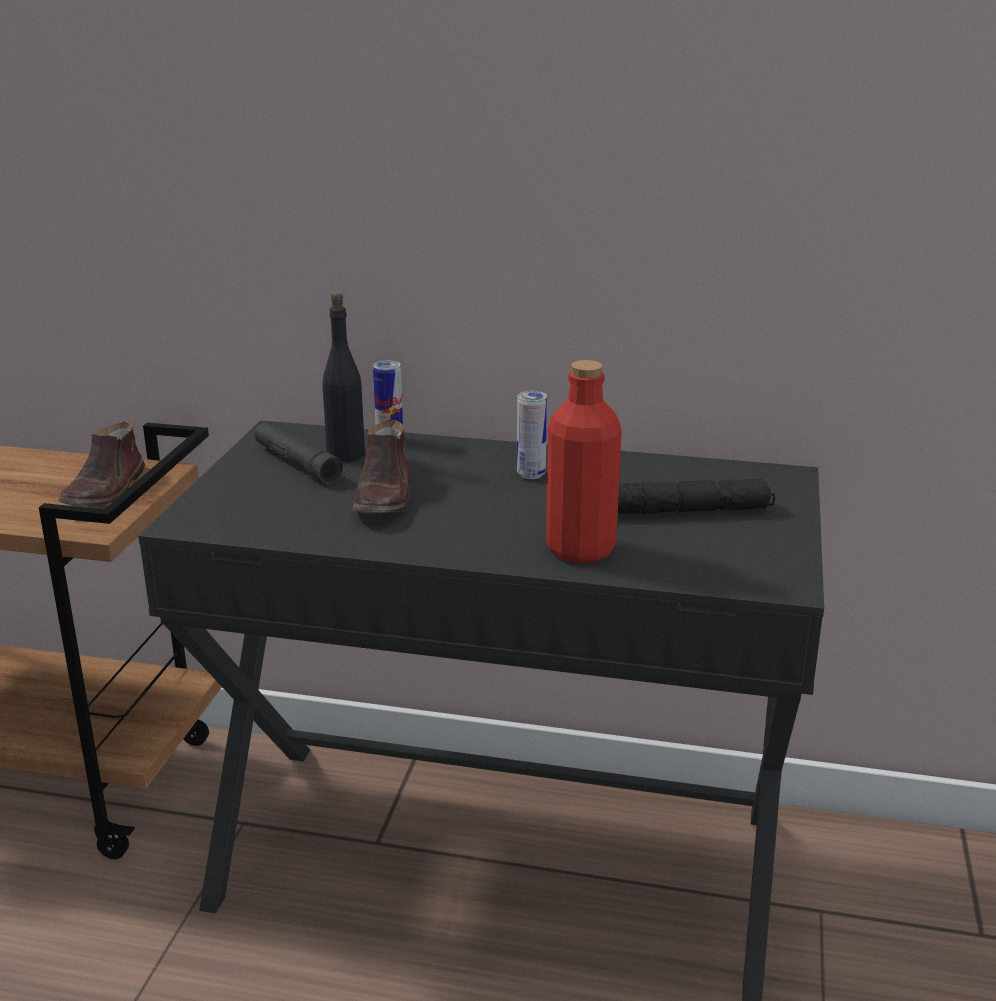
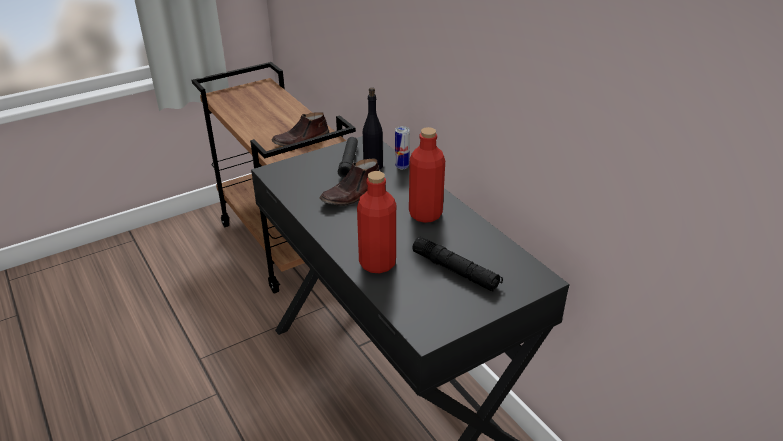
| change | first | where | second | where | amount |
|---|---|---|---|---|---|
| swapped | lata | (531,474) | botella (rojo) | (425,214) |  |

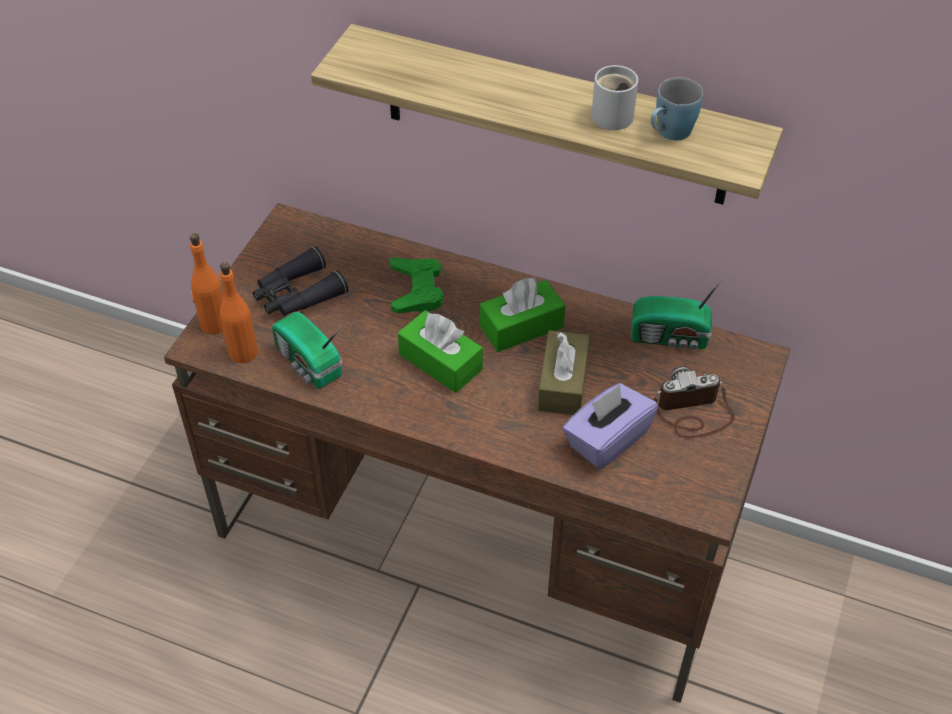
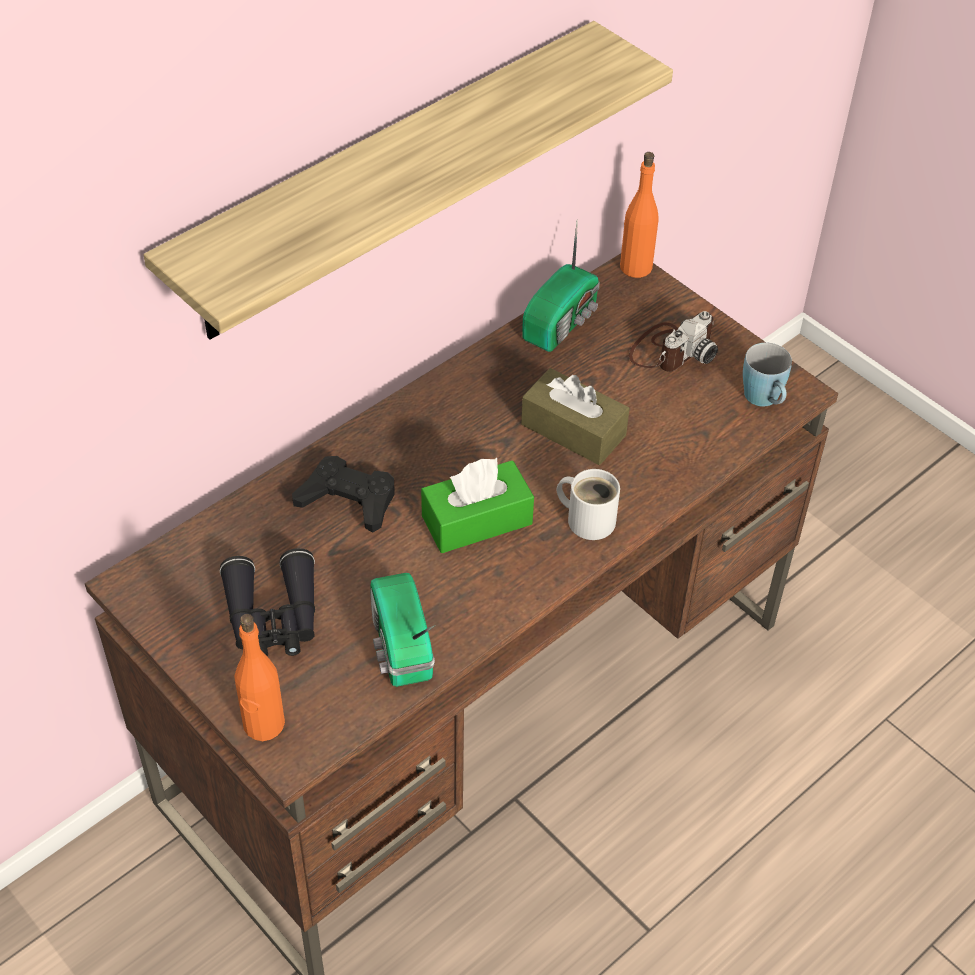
| change | first | where | second | where | amount |
|---|---|---|---|---|---|
| repainted | mando de consola (verde) | (416,290) | mando de consola (negro) | (348,499) |  |
| rotated | radio | (308,364) |  | (399,646) | 90 degrees clockwise |
| shifted | taza grande (blanco) | (614,114) |  | (588,518) |  |
| shifted | botella (naranja) | (243,352) |  | (635,267) |  |
| rotated | cámara | (692,412) |  | (671,349) | 150 degrees counterclockwise |
| shifted | taza grande (azul) | (669,134) |  | (765,400) |  |
| gone | caja de pañuelos (verde) | (521,326) |  |  |  |
| gone | caja de pañuelos (morado) | (606,440) |  |  |  |

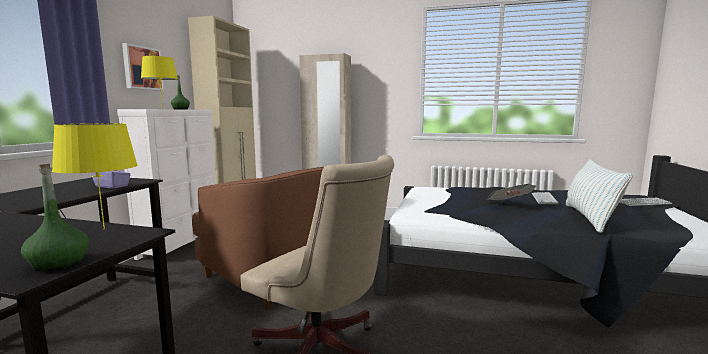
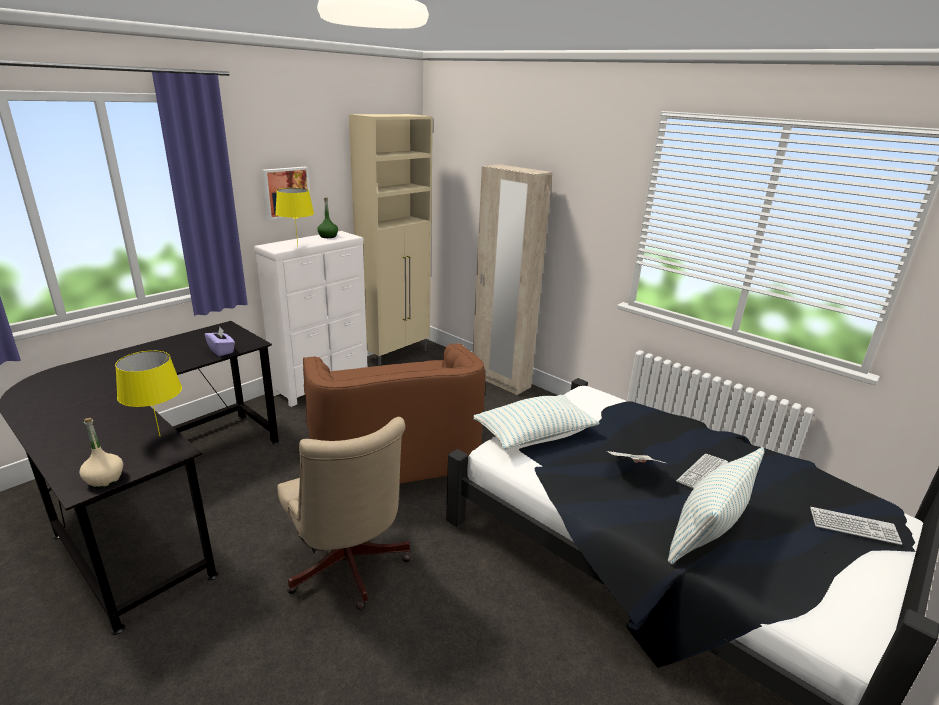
| change | first | where | second | where | amount |
|---|---|---|---|---|---|
| repainted | botella (verde) | (58,263) | botella (beis) | (104,479) |  |
| new |  |  | cojín | (534,434) |  |

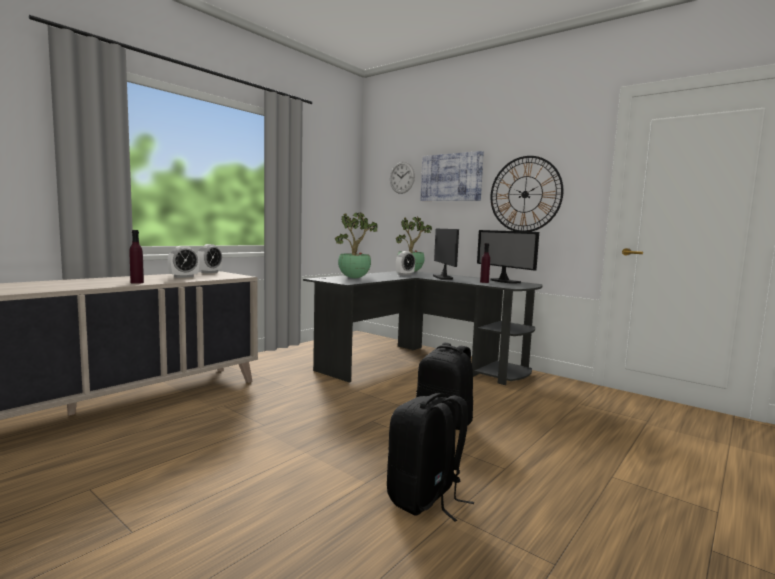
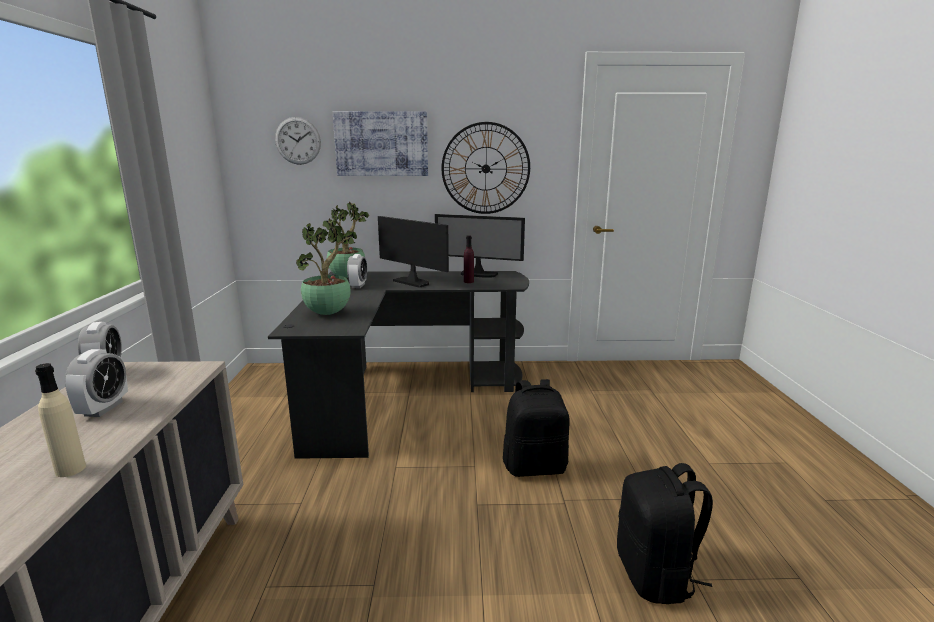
| change | first | where | second | where | amount |
|---|---|---|---|---|---|
| repainted | botella (morado) | (137,282) | botella (beis) | (70,469) |  |

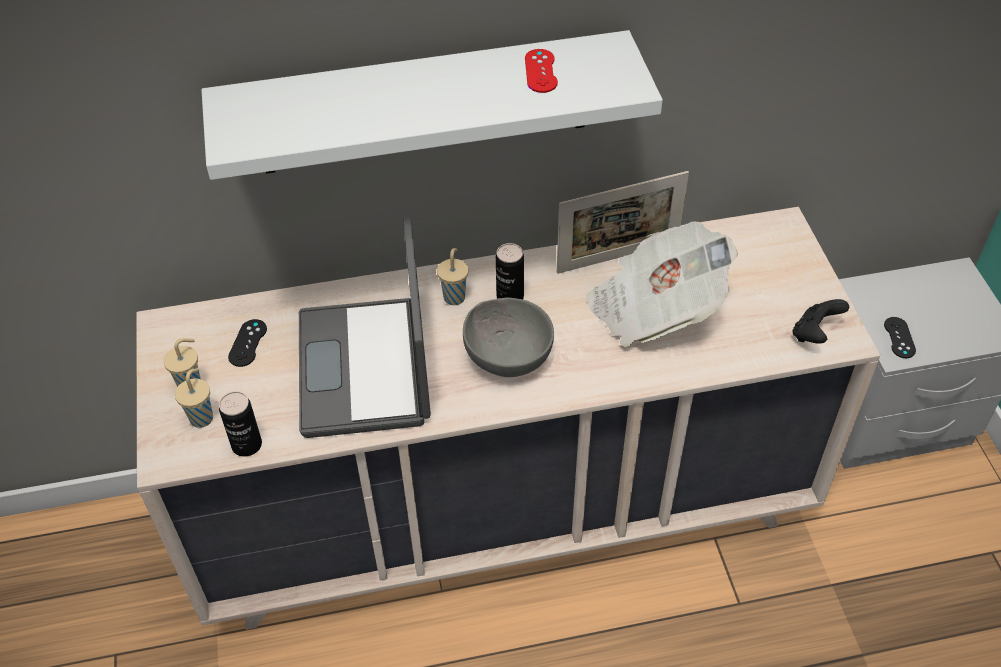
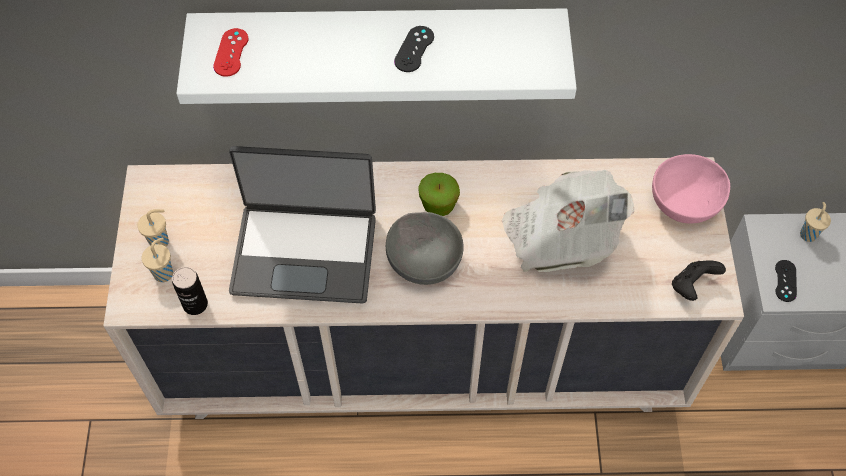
| change | first | where | second | where | amount |
|---|---|---|---|---|---|
| shifted | mando de consola (rojo) | (541,71) |  | (231,52) |  |
| rotated | portátil | (367,368) |  | (305,251) | 90 degrees counterclockwise |
| shifted | mando de consola (negro) | (248,343) |  | (414,49) |  |
| swapped | lata | (510,296) | manzana | (438,204) |  |
| new |  |  | cuenco (rosa) | (686,204) |  |
| shifted | taza (beis) | (454,296) |  | (808,234) |  |
| gone | portarretratos | (618,257) |  |  |  |

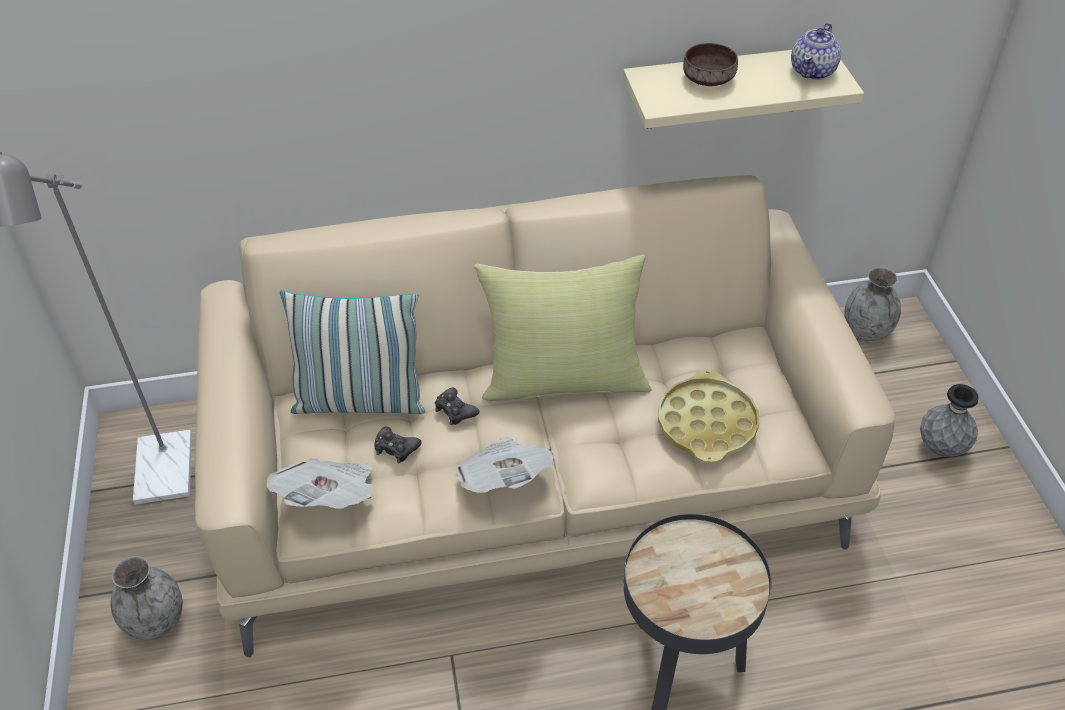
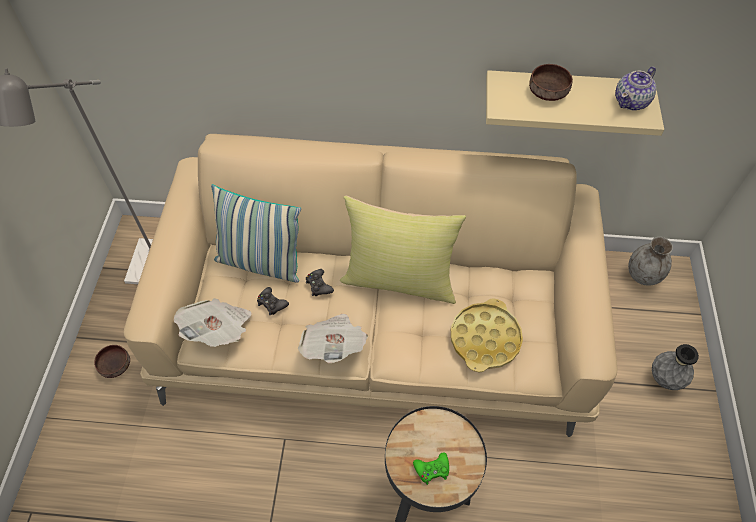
| change | first | where | second | where | amount |
|---|---|---|---|---|---|
| swapped | florero (gris) | (156,621) | cuenco (marrón) | (116,365) |  |
| new |  |  | mando de consola (verde) | (432,469) |  |

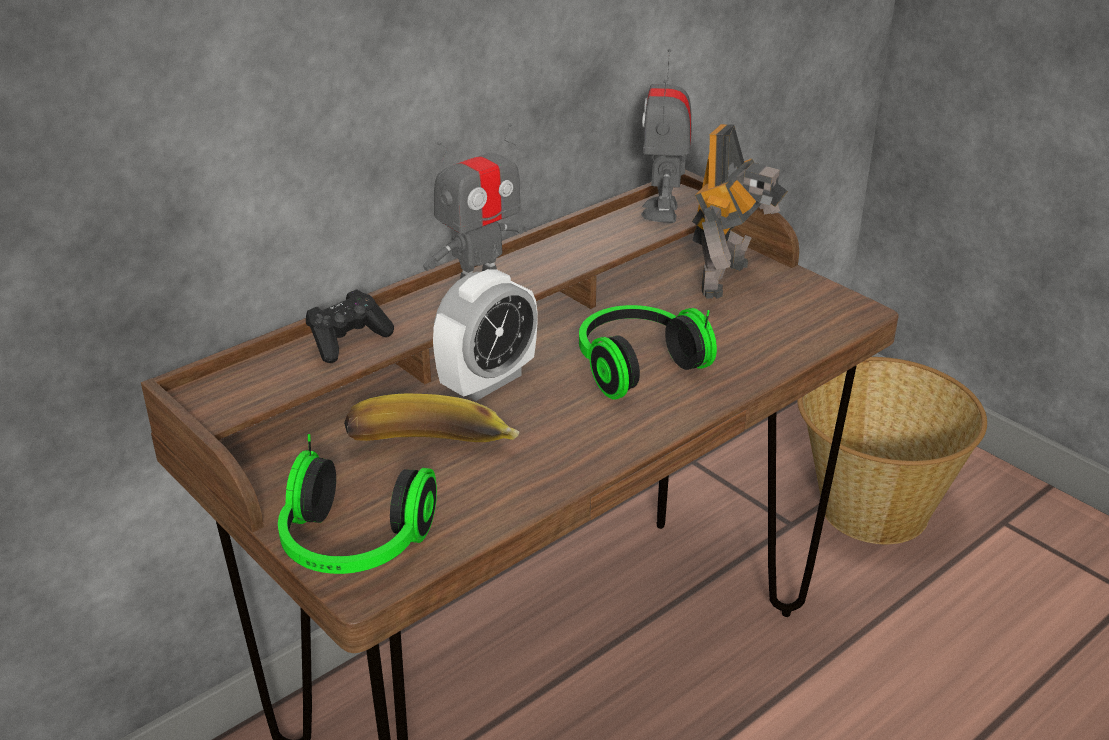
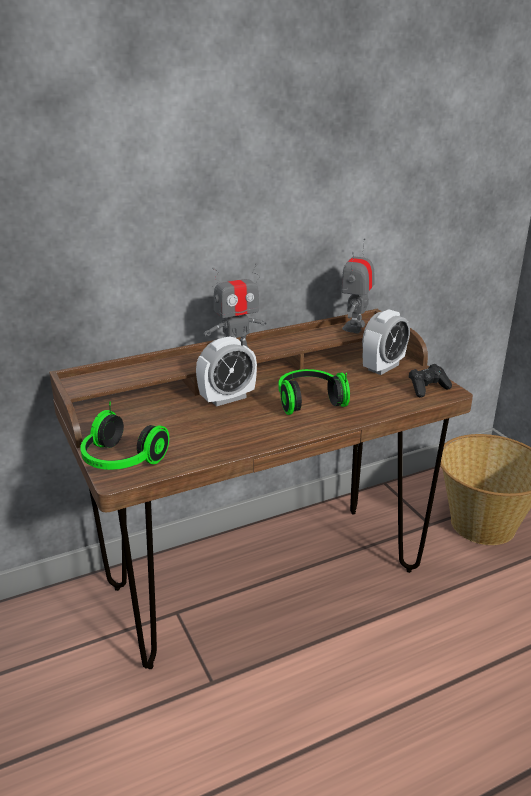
| change | first | where | second | where | amount |
|---|---|---|---|---|---|
| swapped | robot de juguete | (729,279) | despertador | (383,367) |  |
| shifted | mando de consola (negro) | (348,341) |  | (427,388) |  |
| gone | plátano | (430,451) |  |  |  |

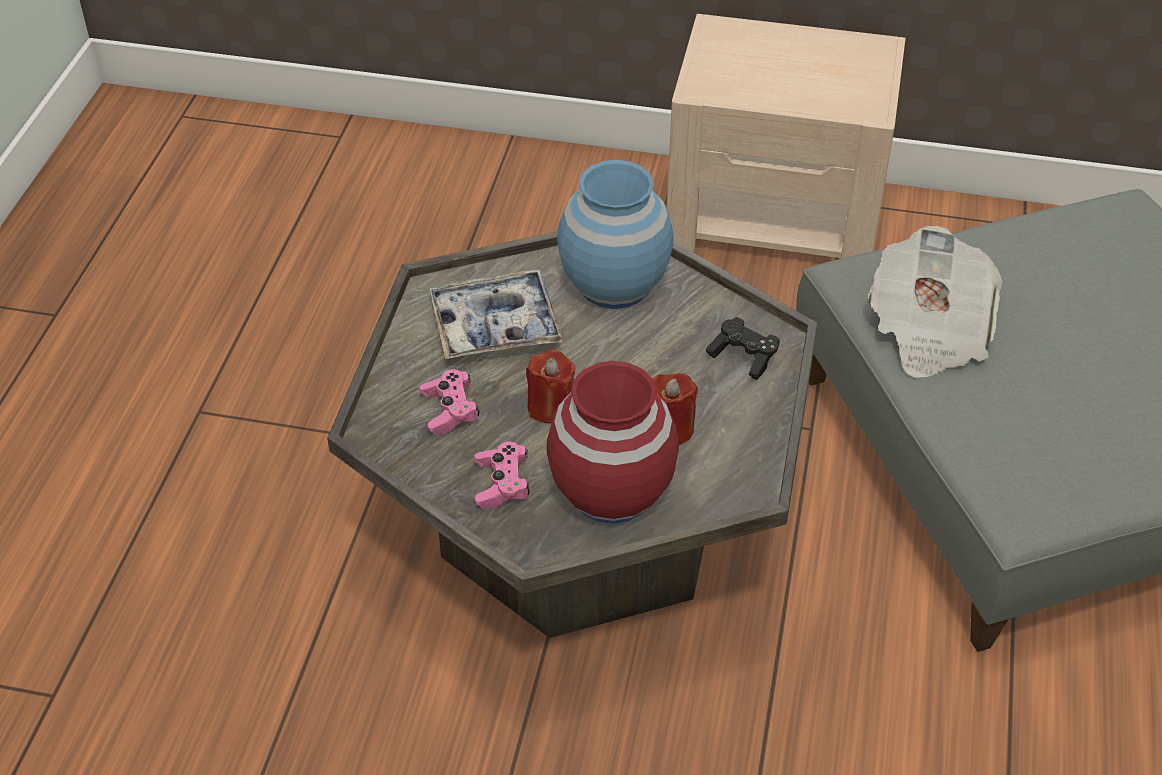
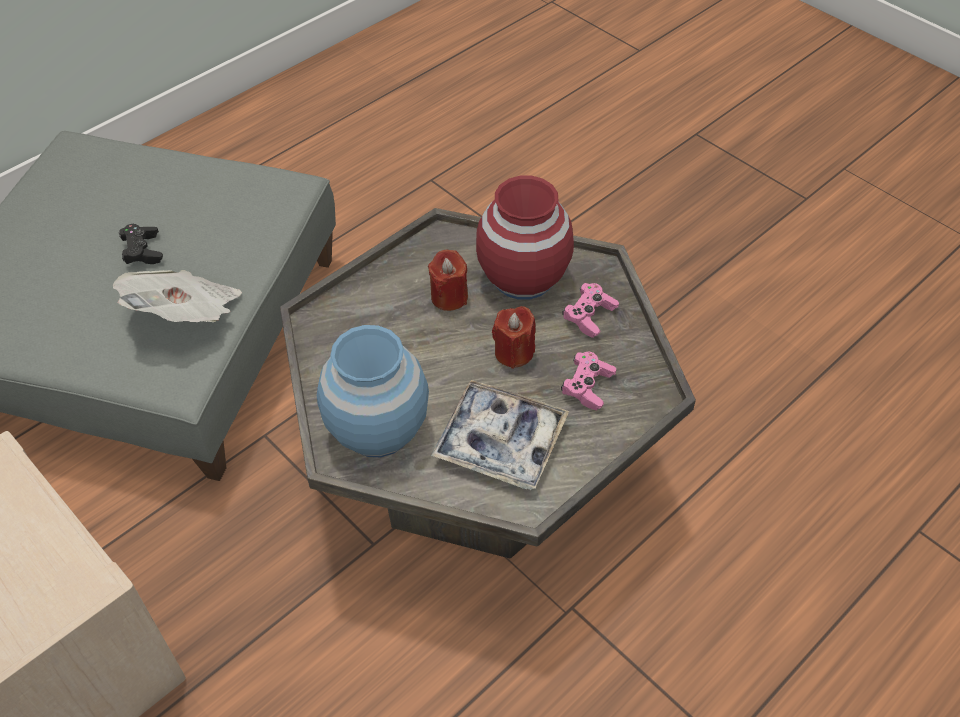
| change | first | where | second | where | amount |
|---|---|---|---|---|---|
| shifted | mando de consola (negro) | (743,357) |  | (143,251) |  |

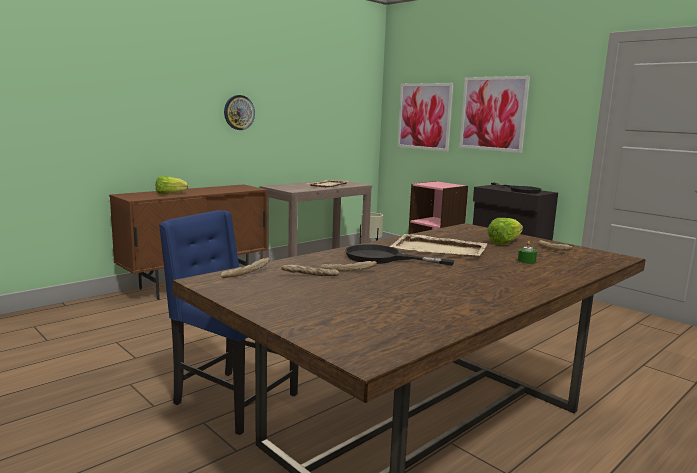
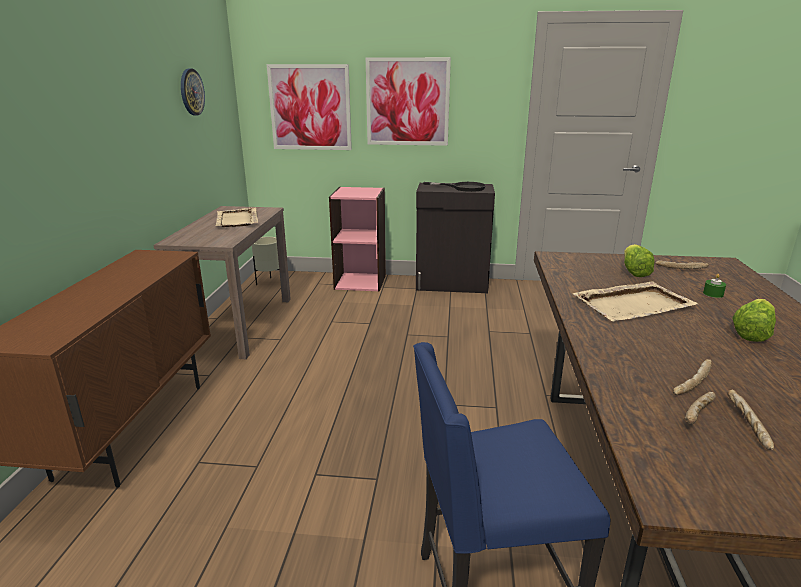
| change | first | where | second | where | amount |
|---|---|---|---|---|---|
| shifted | reloj de pared | (239,112) |  | (191,92) |  |
| shifted | pan | (245,273) |  | (746,425) |  |
| shifted | lechuga | (170,194) |  | (752,333) |  |
| gone | sartén (negro) | (383,258) |  |  |  |

